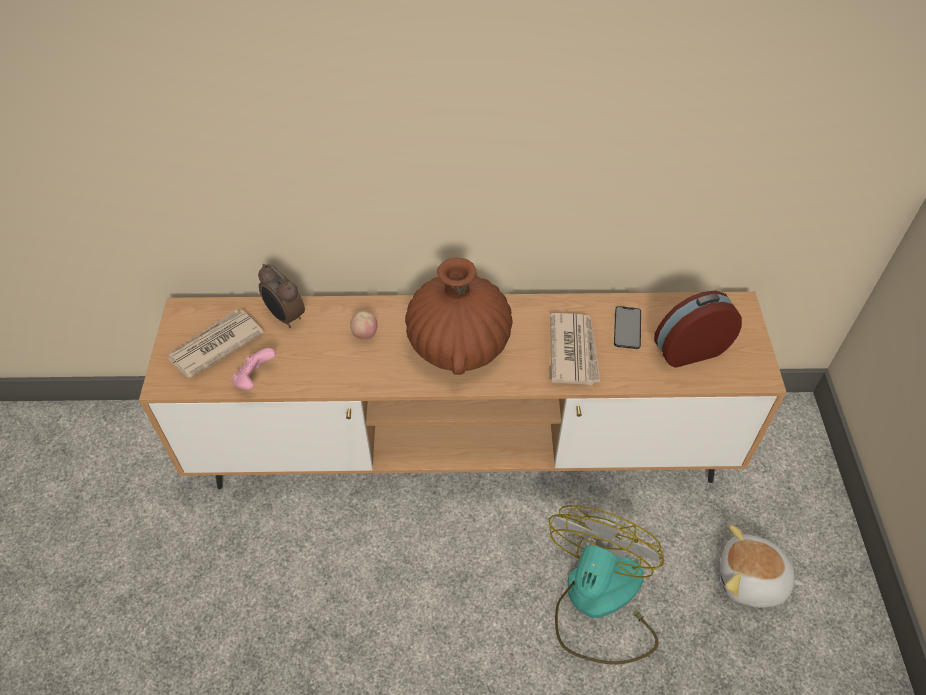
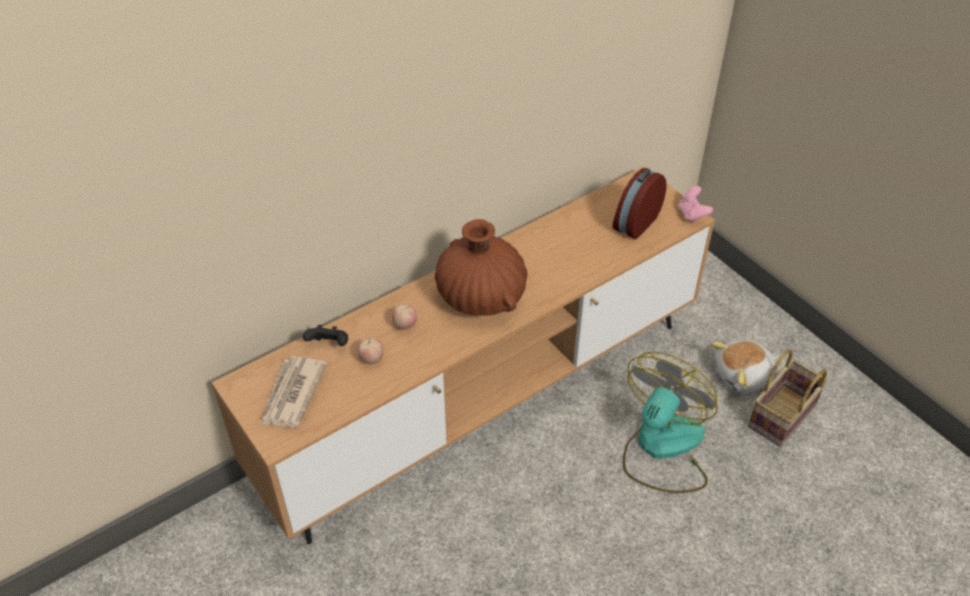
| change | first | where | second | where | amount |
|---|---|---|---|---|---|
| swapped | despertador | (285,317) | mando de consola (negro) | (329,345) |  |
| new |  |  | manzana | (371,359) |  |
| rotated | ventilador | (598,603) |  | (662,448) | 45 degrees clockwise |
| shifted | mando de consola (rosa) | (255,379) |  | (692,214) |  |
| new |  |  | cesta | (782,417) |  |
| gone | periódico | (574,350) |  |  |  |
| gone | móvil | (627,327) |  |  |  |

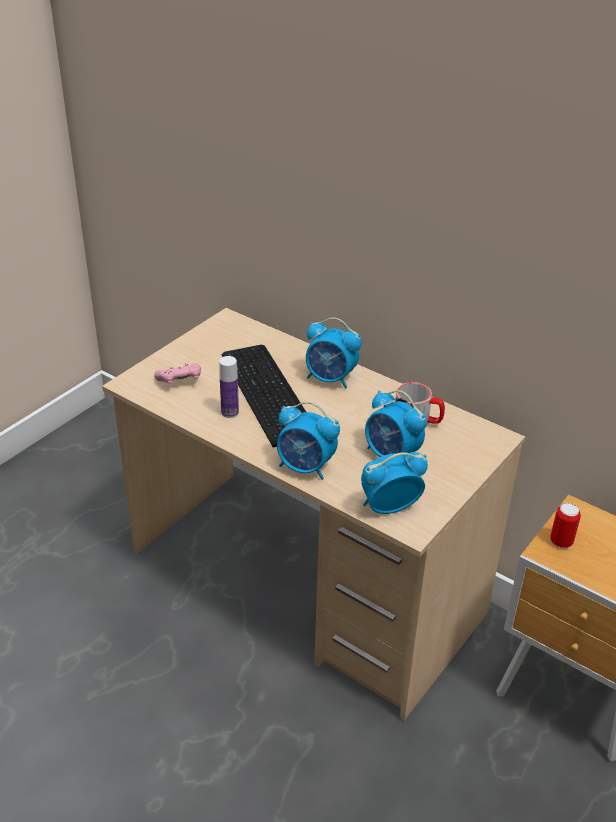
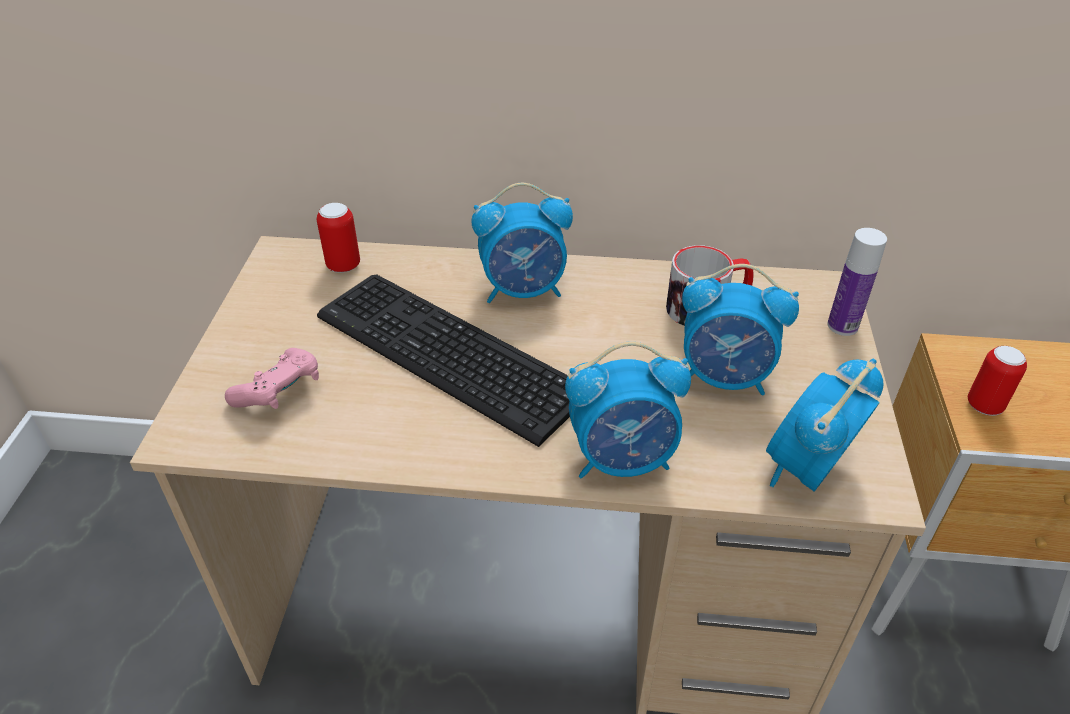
| change | first | where | second | where | amount |
|---|---|---|---|---|---|
| new |  |  | lata | (343,266) |  |
| shifted | botella | (230,412) |  | (842,326) |  |

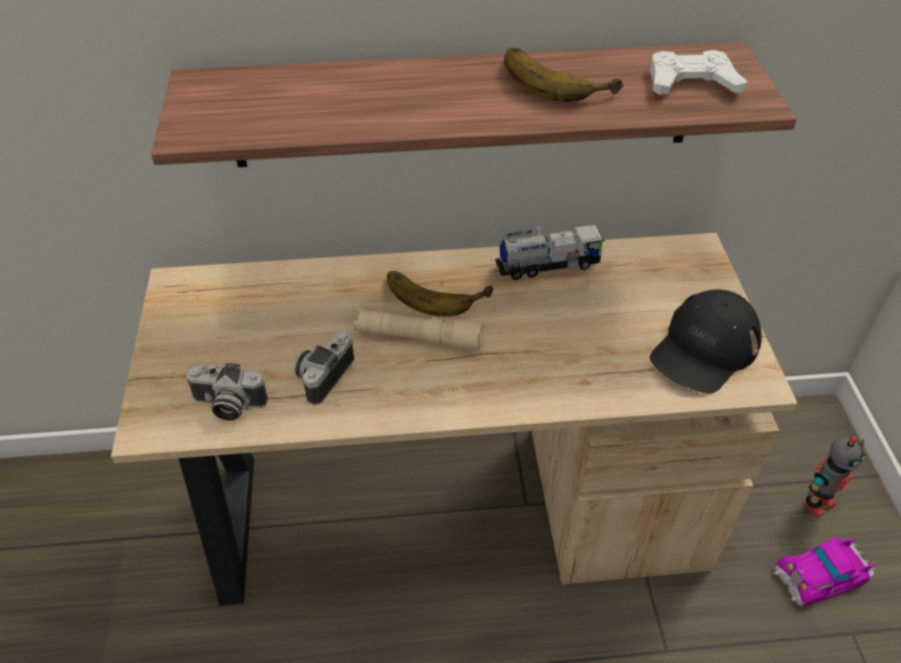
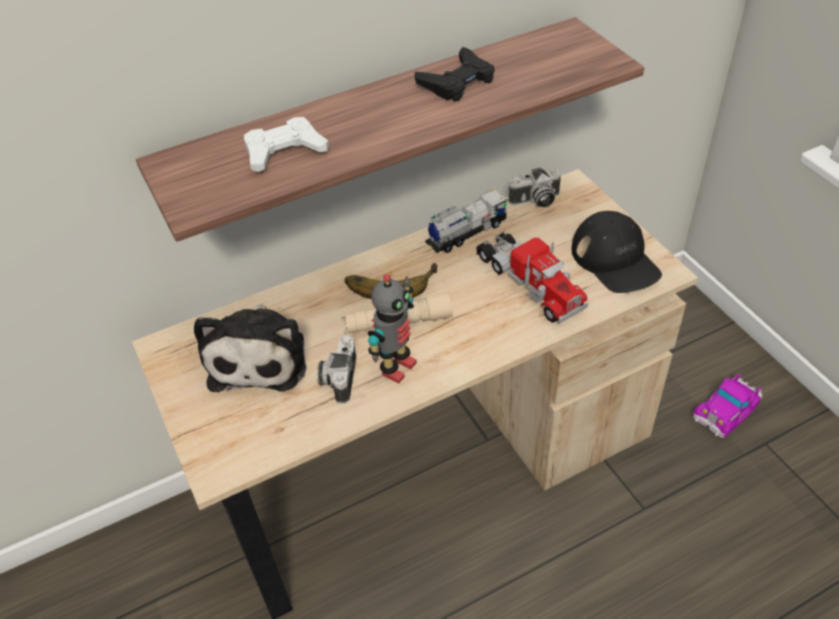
| change | first | where | second | where | amount |
|---|---|---|---|---|---|
| new |  |  | peluche | (259,357) |  |
| shifted | mando de consola (blanco) | (691,83) |  | (284,151) |  |
| shifted | robot de juguete | (817,503) |  | (396,367) |  |
| swapped | plátano | (557,79) | mando de consola (negro) | (457,82) |  |
| new |  |  | camión de juguete | (528,282) |  |
| shifted | cámara | (227,405) |  | (535,201) |  |
| rotated | gorra (negro) | (704,349) |  | (615,260) | 45 degrees counterclockwise |

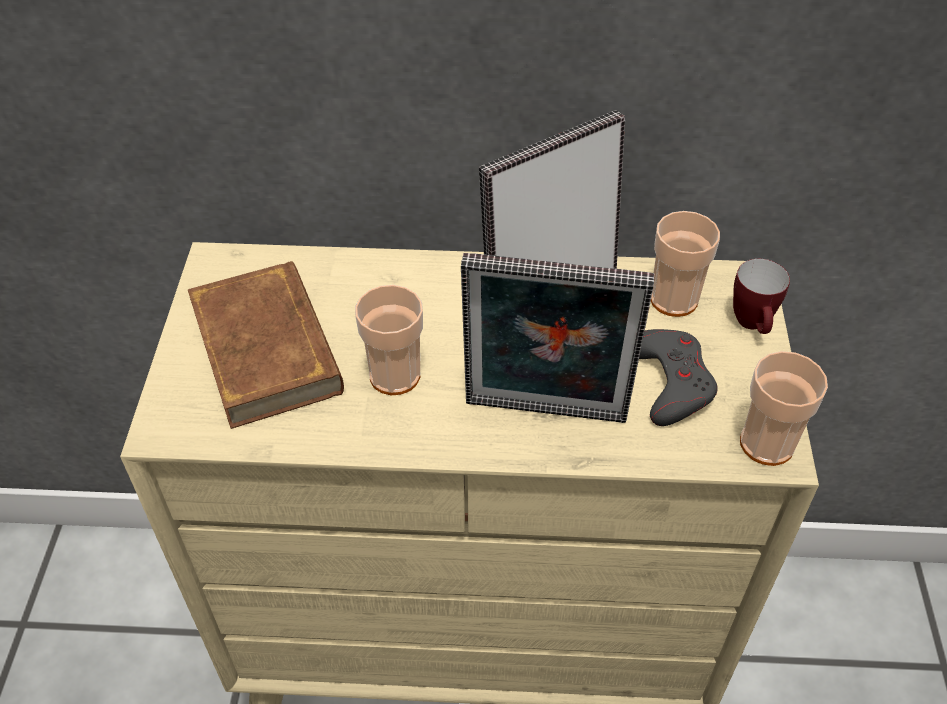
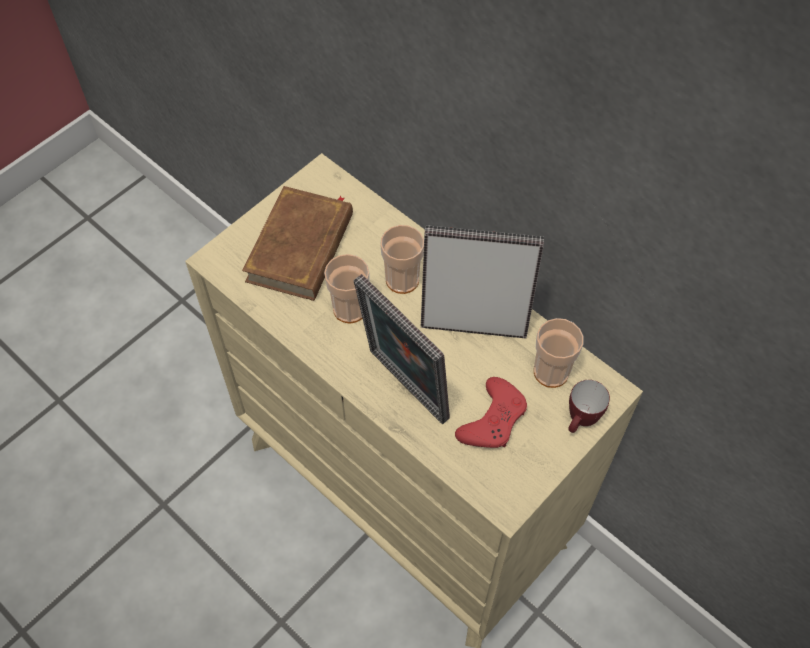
| change | first | where | second | where | amount |
|---|---|---|---|---|---|
| shifted | taza | (766,443) |  | (402,280) |  |
| repainted | mando de consola (gris) | (670,381) | mando de consola (rojo) | (493,419) |  |

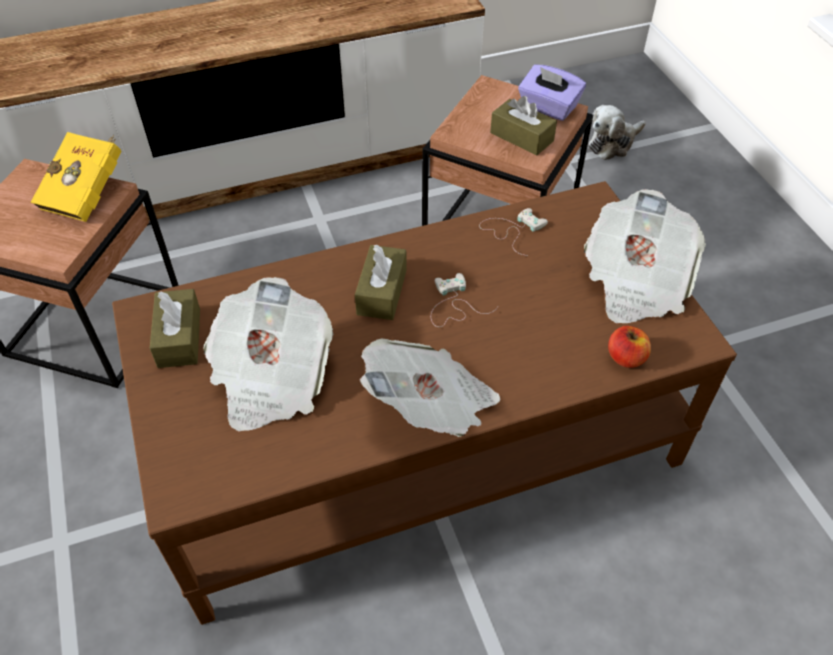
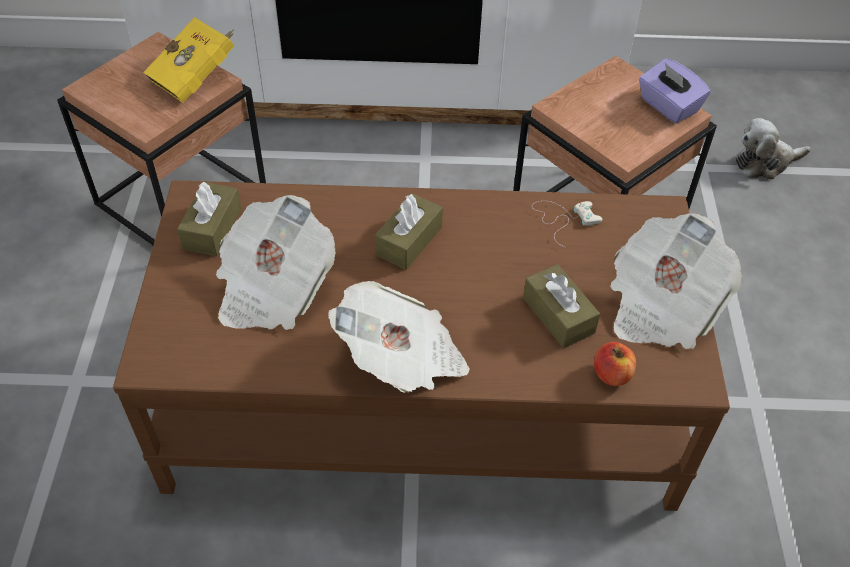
| change | first | where | second | where | amount |
|---|---|---|---|---|---|
| shifted | caja de pañuelos (marrón) | (521,137) |  | (558,315) |  |
| gone | mando de consola (blanco) | (453,304) |  |  |  |

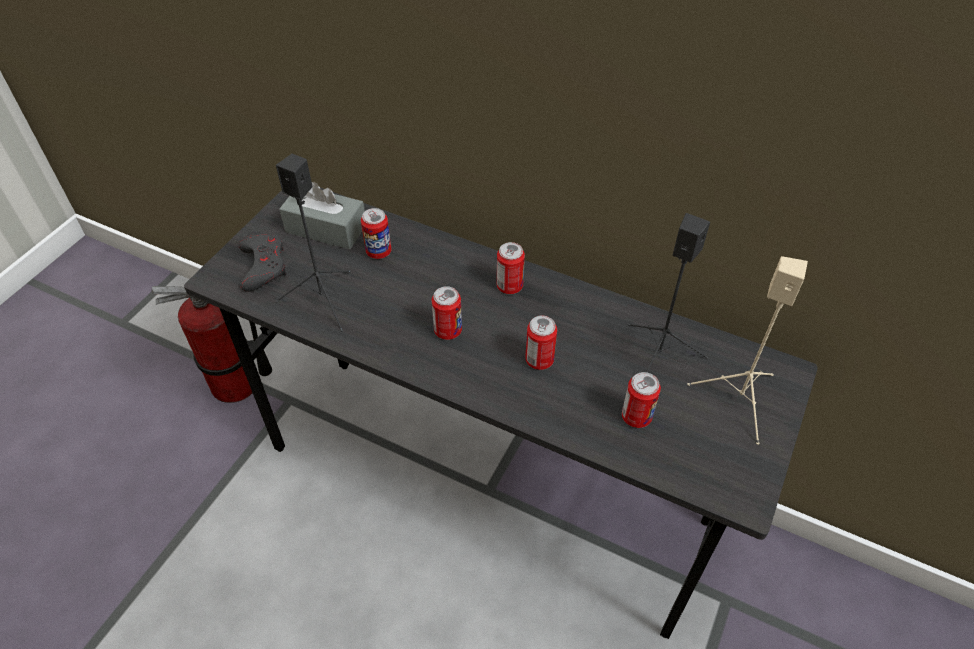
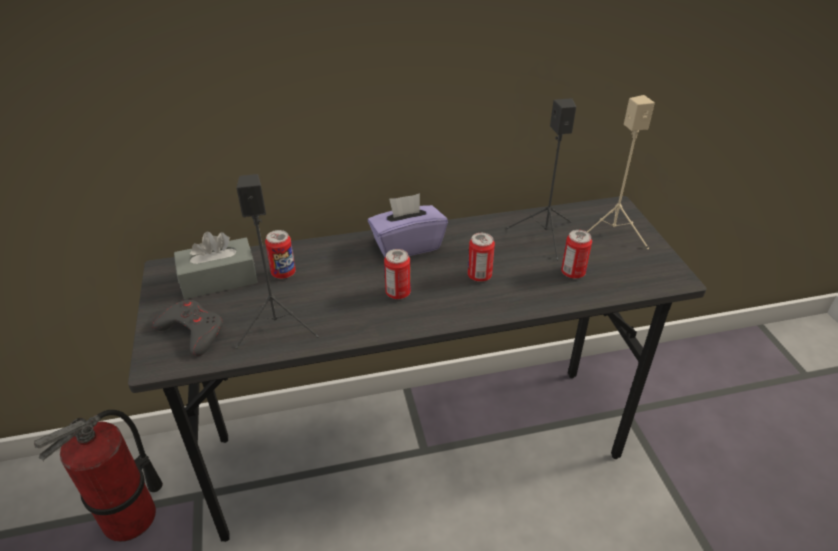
| change | first | where | second | where | amount |
|---|---|---|---|---|---|
| swapped | lata | (509,286) | caja de pañuelos (morado) | (407,245) |  |

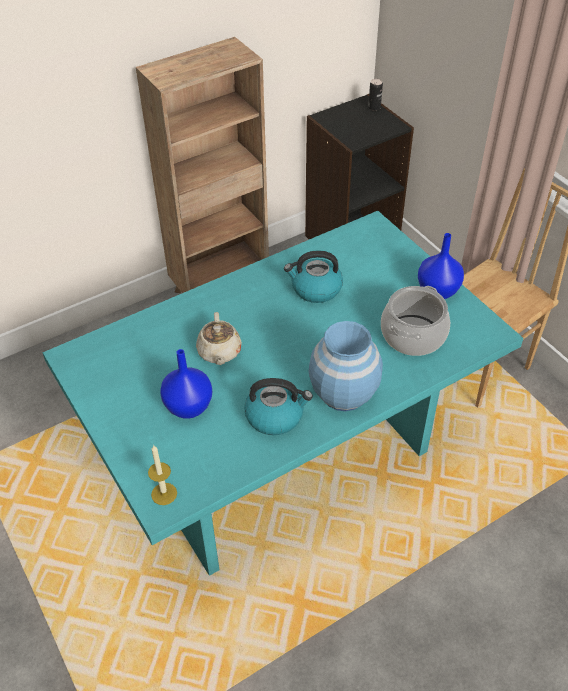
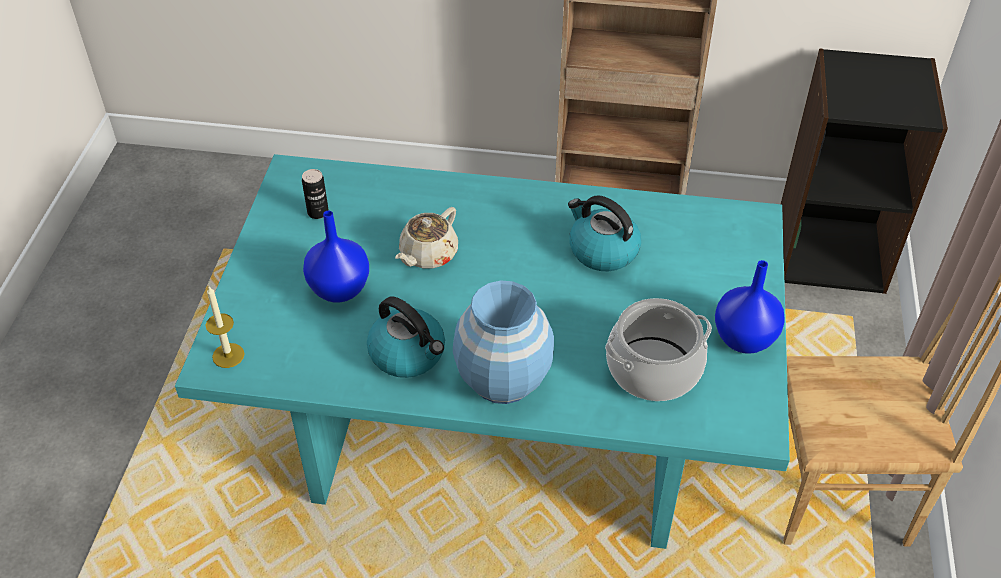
| change | first | where | second | where | amount |
|---|---|---|---|---|---|
| shifted | lata | (374,107) |  | (318,212) |  |

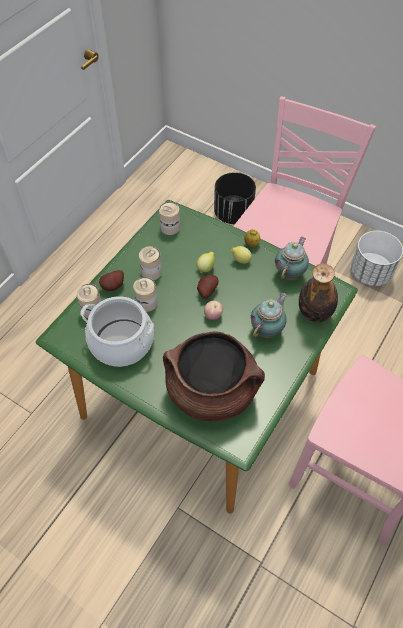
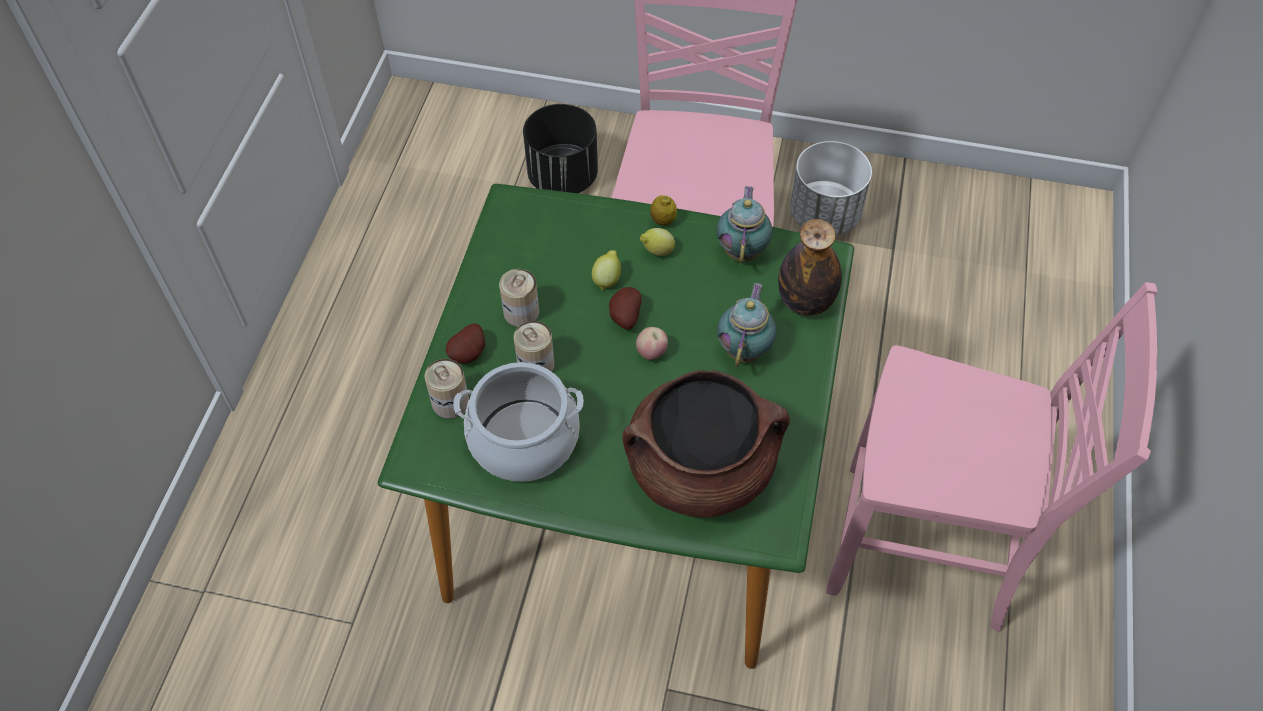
| change | first | where | second | where | amount |
|---|---|---|---|---|---|
| gone | lata | (170,227) |  |  |  |

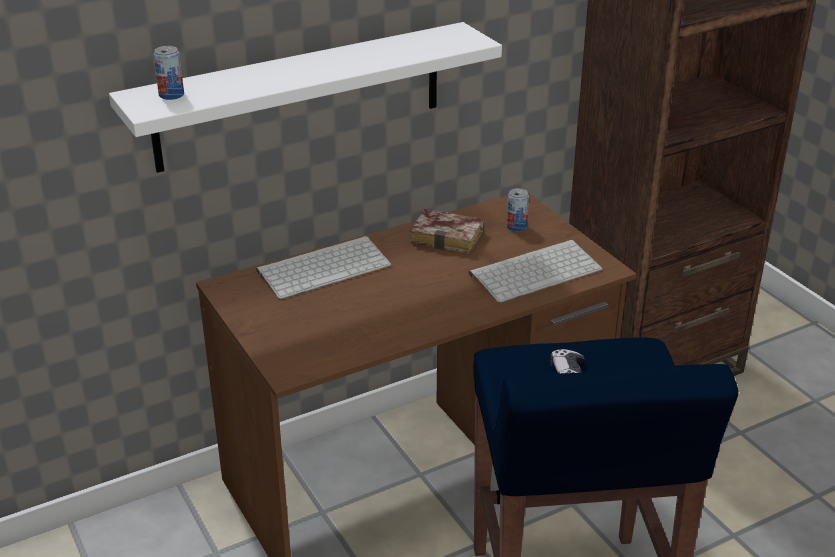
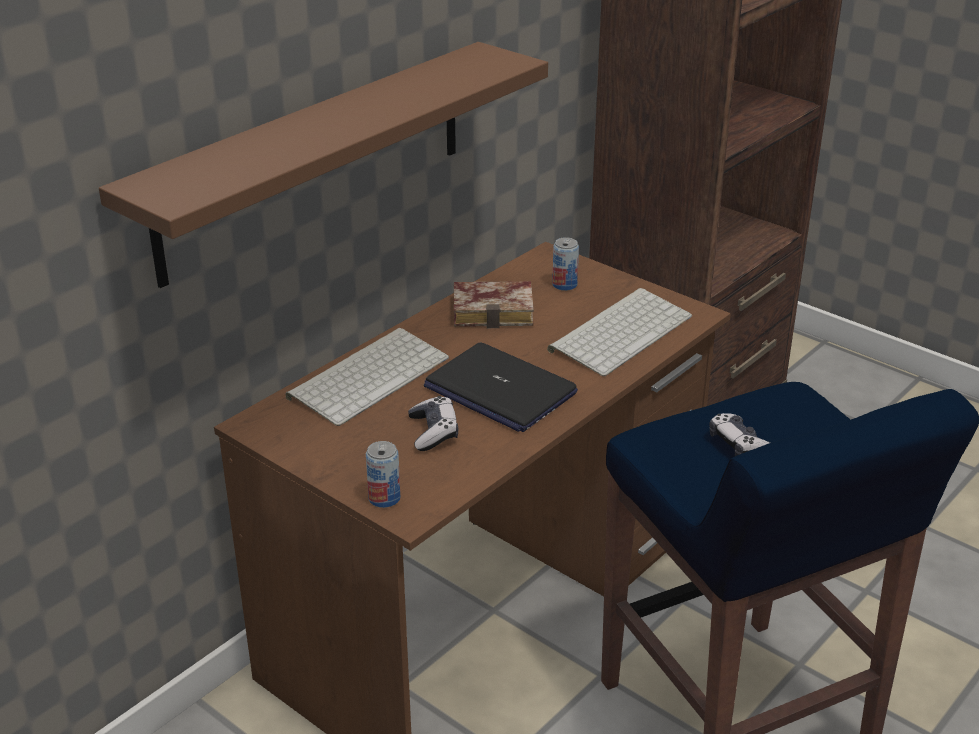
| change | first | where | second | where | amount |
|---|---|---|---|---|---|
| repainted | estante (blanco) | (300,96) | estante (marrón) | (315,160) |  |
| shifted | lata | (171,95) |  | (384,498) |  |
| new |  |  | mando de consola | (433,432) |  |
| new |  |  | portátil | (499,390) |  |

